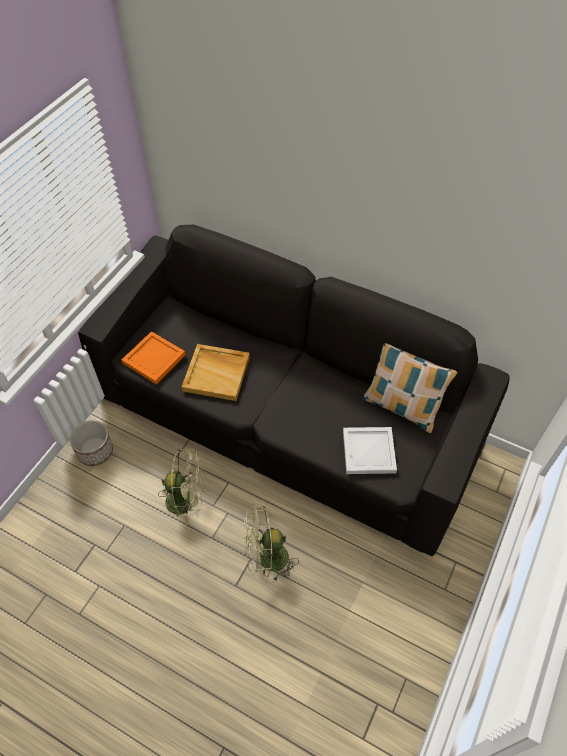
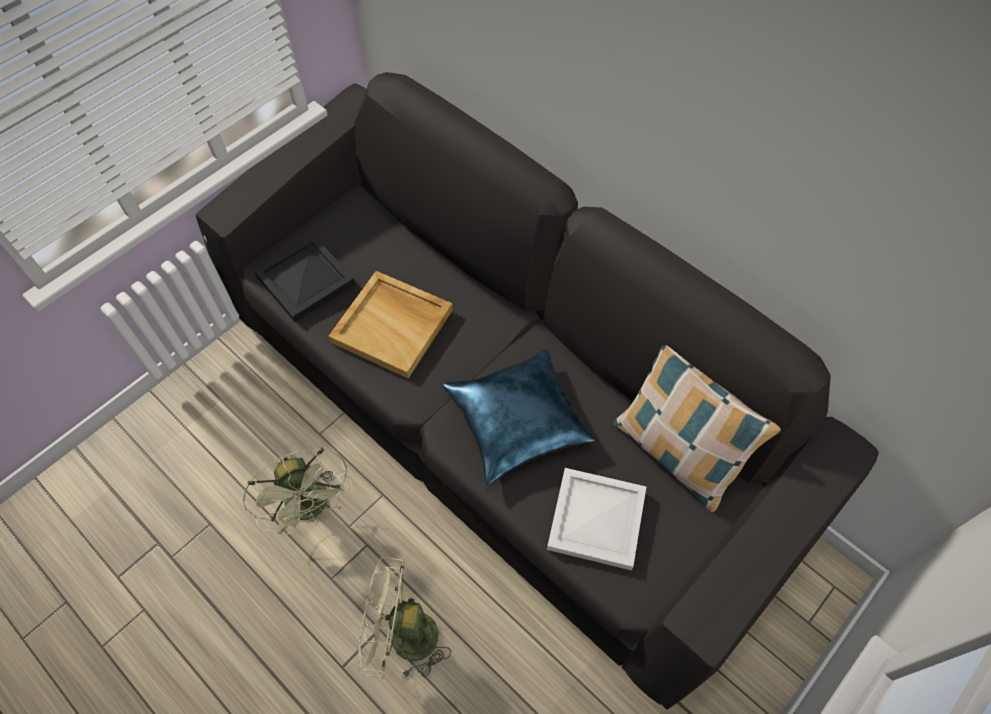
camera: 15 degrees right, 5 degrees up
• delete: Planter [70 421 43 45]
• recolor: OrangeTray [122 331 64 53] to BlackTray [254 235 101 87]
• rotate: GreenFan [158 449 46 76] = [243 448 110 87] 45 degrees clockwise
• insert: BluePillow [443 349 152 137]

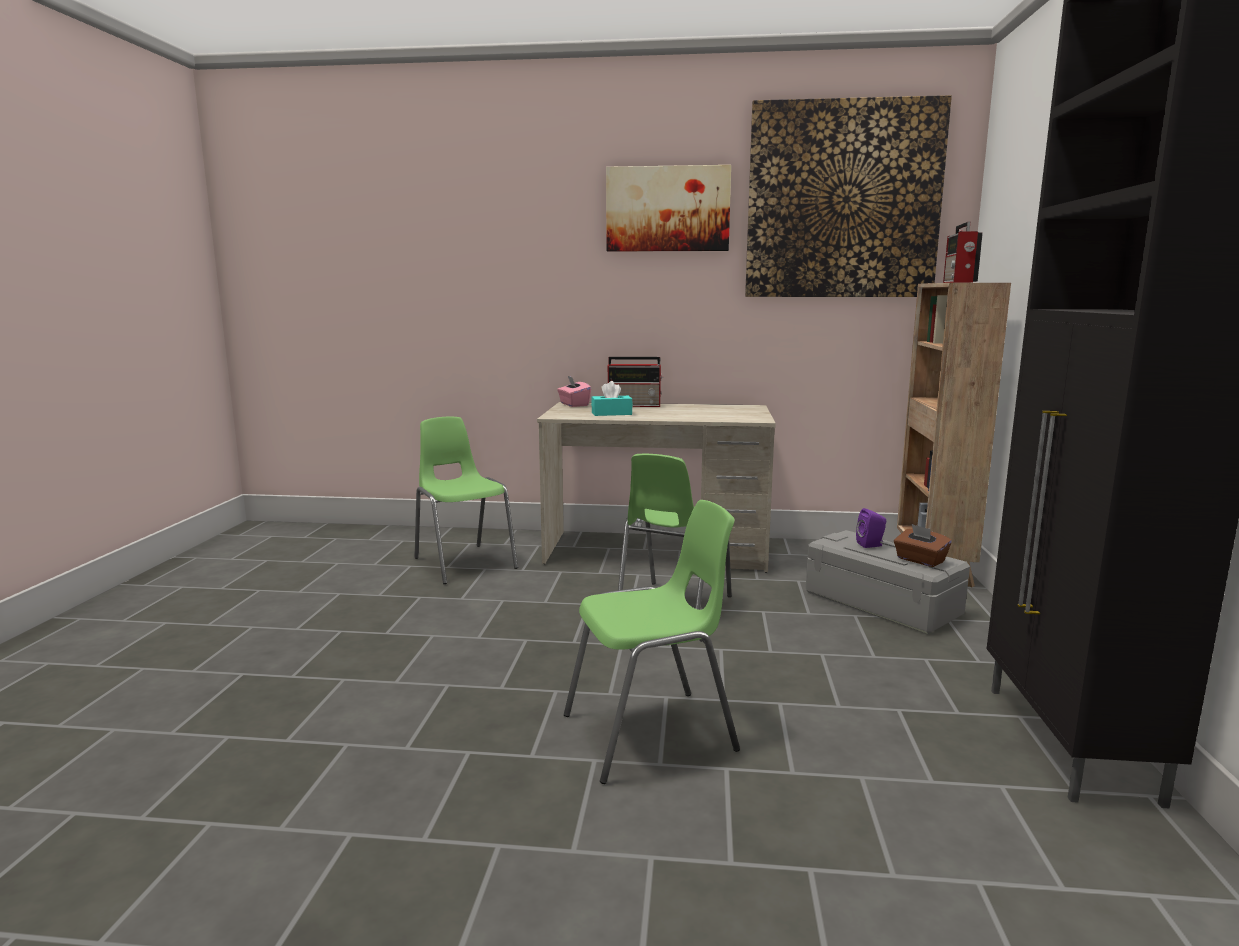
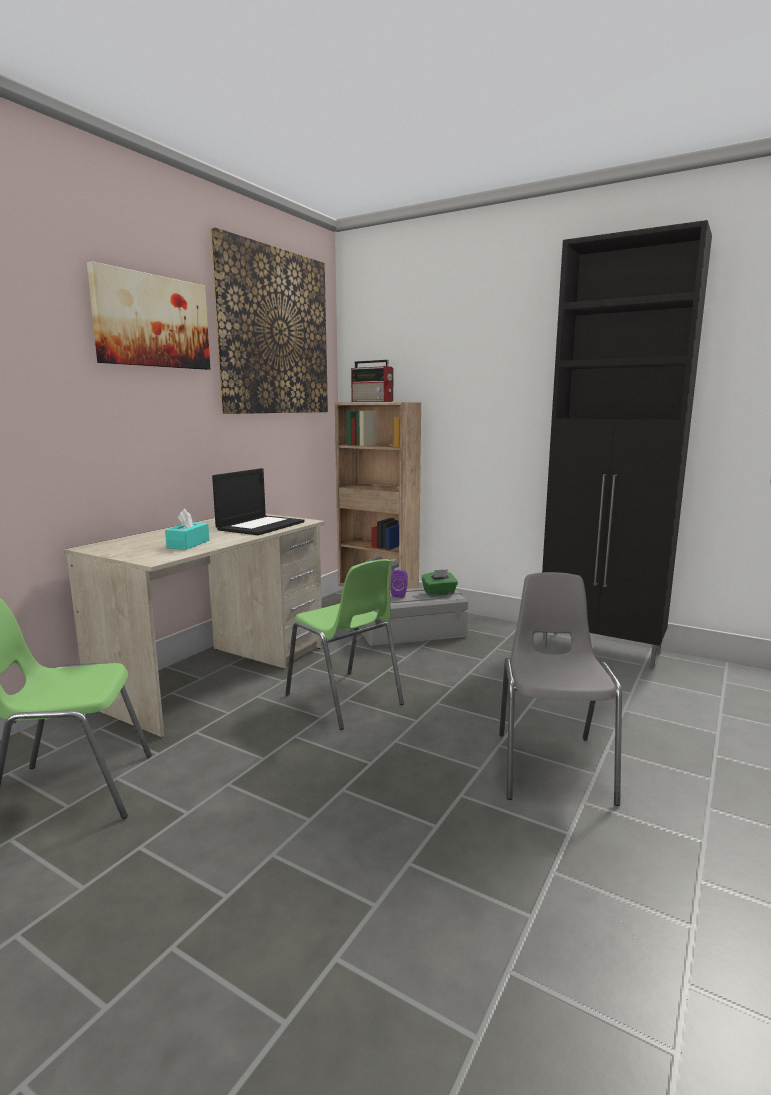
camera: 65 degrees left, 0 degrees up
• delete: PinkTissueBox [557 376 34 31]
• recolor: GreenChair [564 500 176 284] to GreyChair [499 572 123 234]
• delete: Radio [608 357 55 50]
• recolor: BrownTissueBox [894 524 58 43] to GreenTissueBox [421 569 37 27]
• insert: Laptop [212 468 92 67]

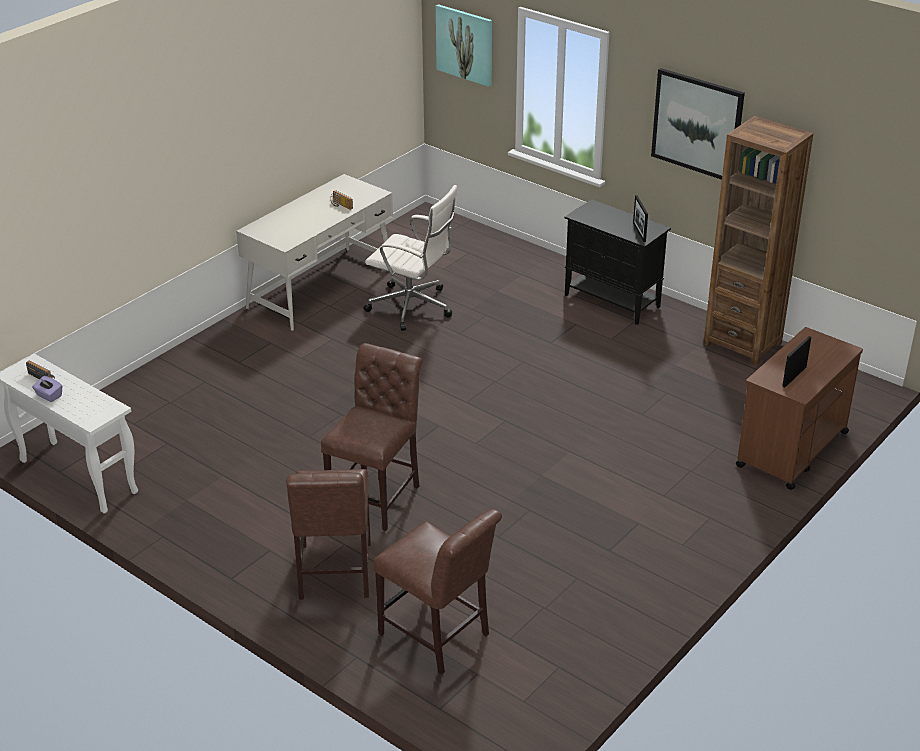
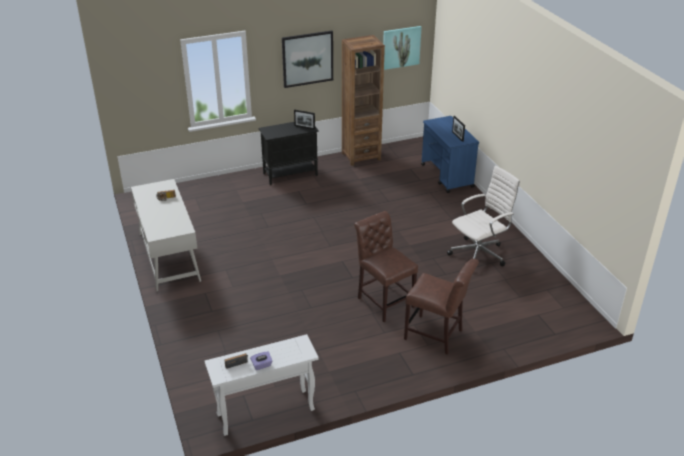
camera: 60 degrees left, 0 degrees up
• move: WhiteOfficeChair [363 185 95 146] to [447 166 73 100]
• delete: BrownChair [373 509 129 165]
• move: Picture [436 4 56 83] to [383 26 39 44]
• recolor: BrownCart [736 327 127 163] to BlueCart [421 116 58 77]

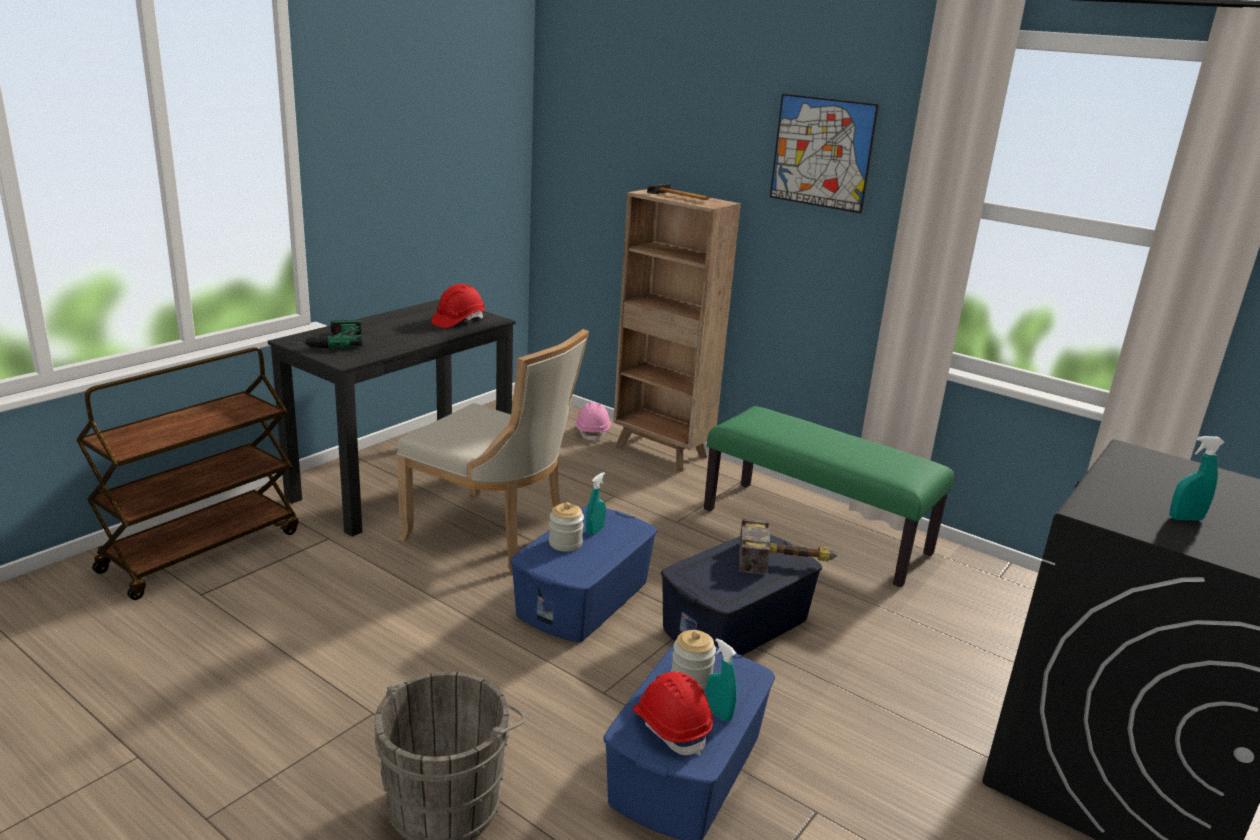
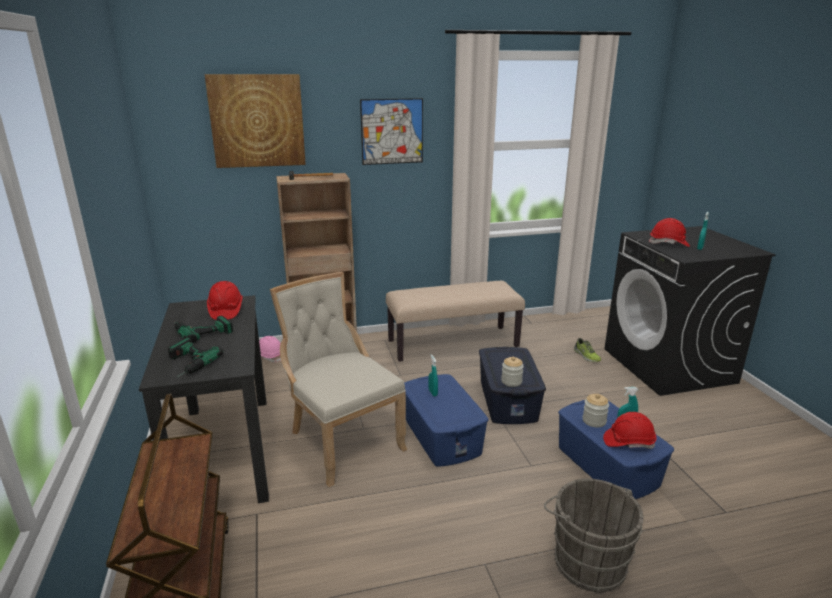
camera: 50 degrees left, 0 degrees up
• rotate: BeigeChair [396 329 193 244] = [270 272 137 215] 105 degrees counterclockwise
• move: Jar [549 502 35 50] to [501 357 23 30]
• recolor: GreenBench [704 406 250 181] to BeigeBench [386 281 139 81]
• delete: Hammer [739 518 98 57]
• insert: PowerDrill [175 316 58 27]
• insert: Picture [205 74 101 94]
• insert: Shoe [574 338 27 24]
• insert: RedHardHat [648 218 42 29]

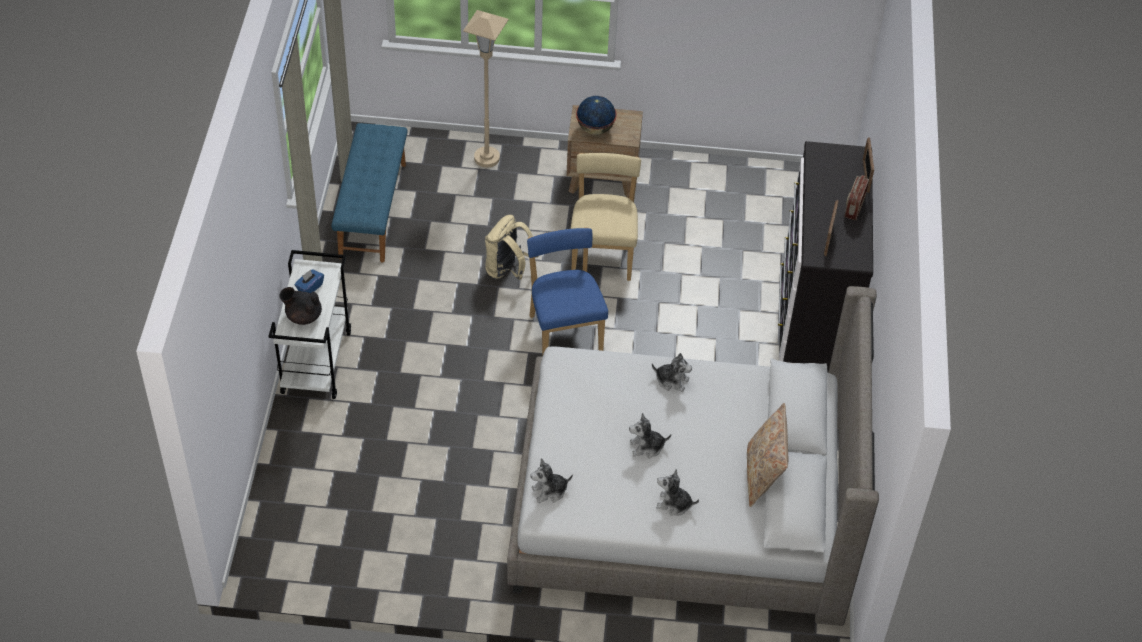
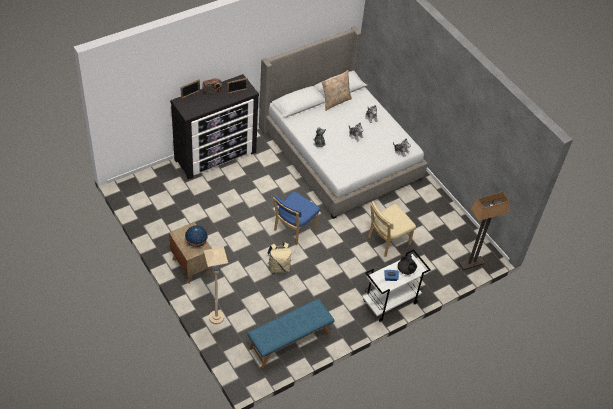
camera: 130 degrees left, 0 degrees up
• move: BeigeChair [571 153 70 128] to [368 201 48 56]
• insert: FloorLamp [459 192 51 79]

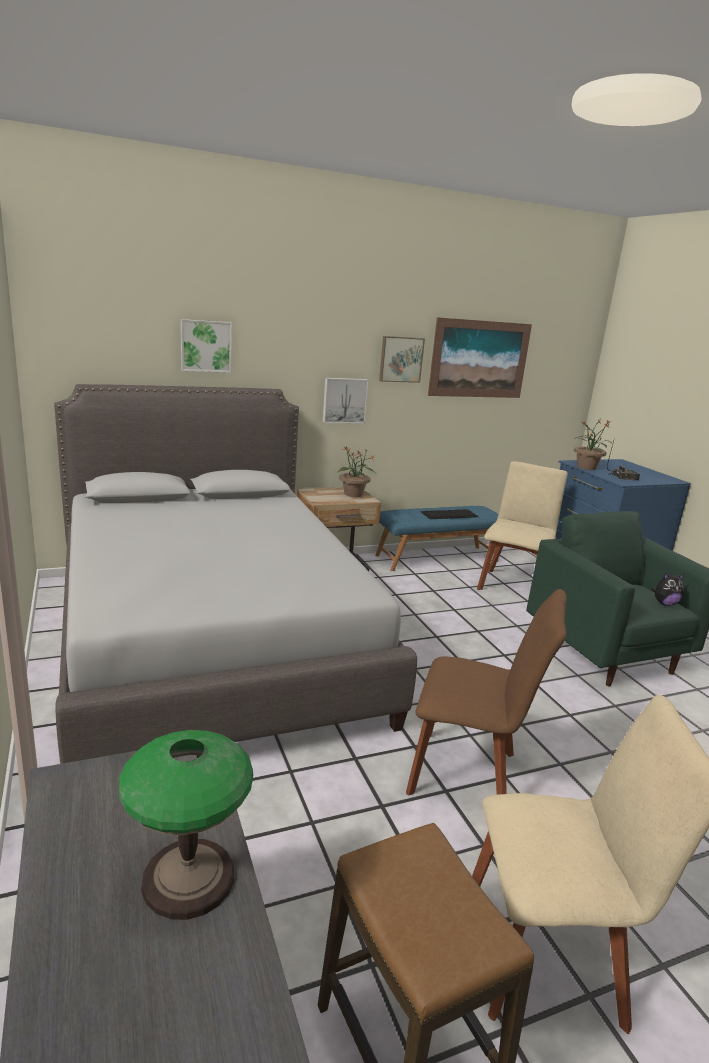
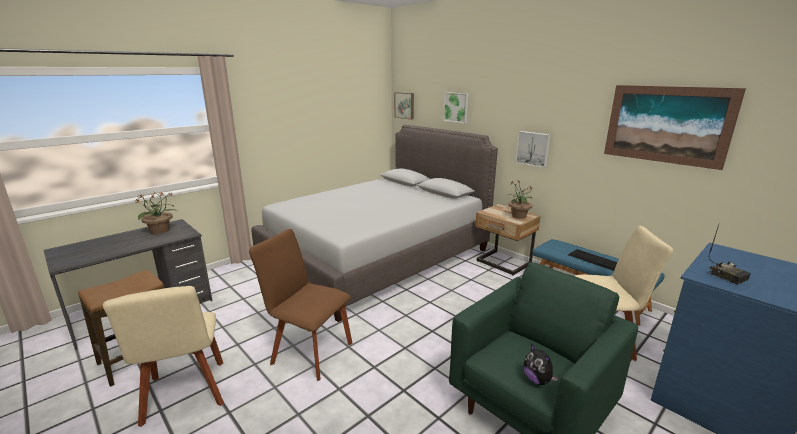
camera: 70 degrees right, 0 degrees up
• delete: TableLamp [119 730 134 190]
• move: Picture [379 336 46 47] to [394 92 20 28]
• rotate: BrownChair [406 589 161 206] = [249 229 103 152] 120 degrees clockwise
• move: PottedPlant [574 419 38 51] to [135 192 42 42]

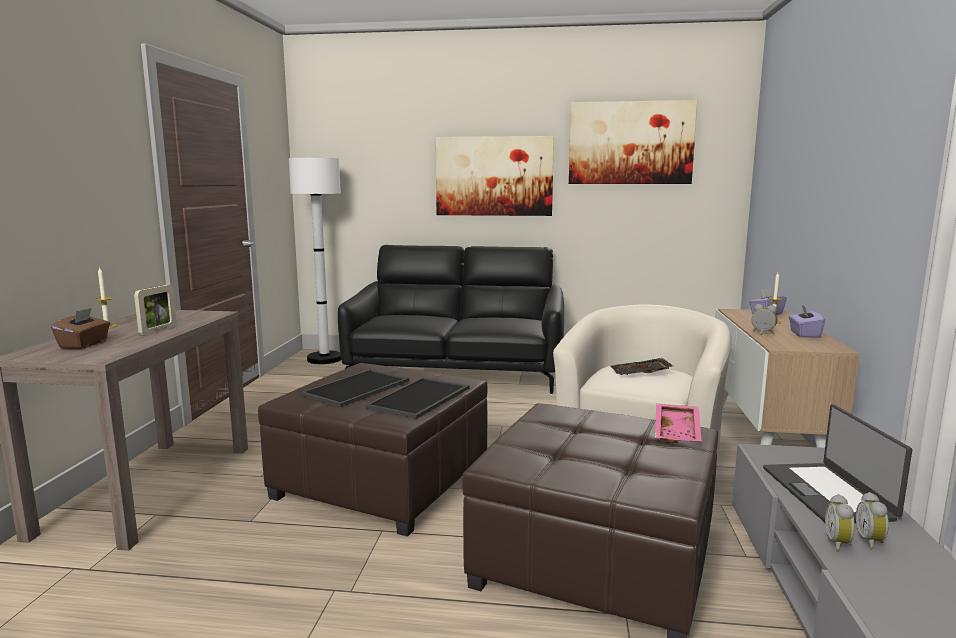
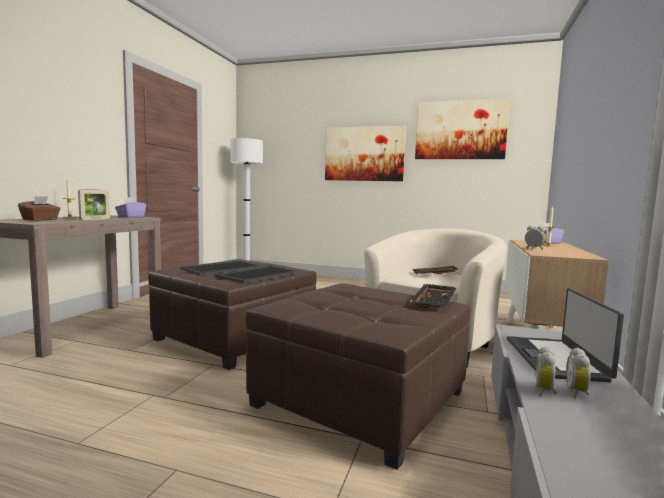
camera: 10 degrees right, 5 degrees down
• delete: BlackSofa [338 245 226 149]
• recolor: PinkTray [655 404 47 39] to BlackTray [410 284 47 24]
• move: PurpleTissueBox [789 305 36 33] to [115 197 31 21]

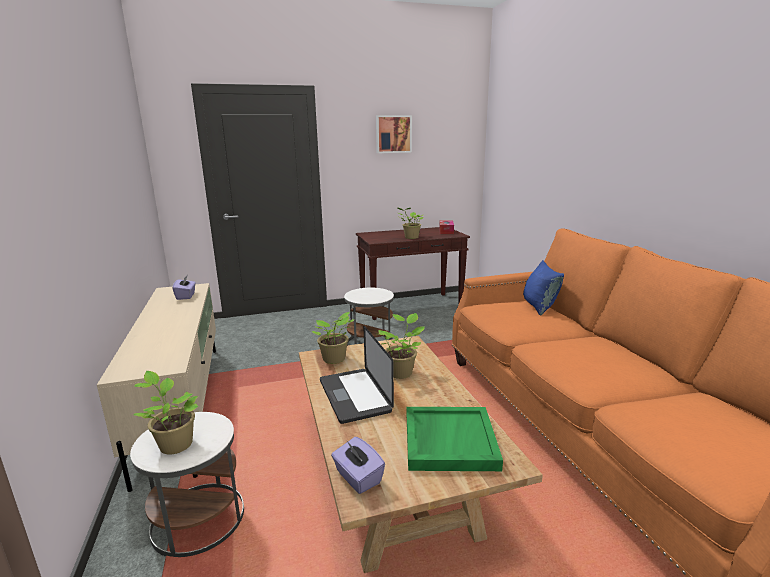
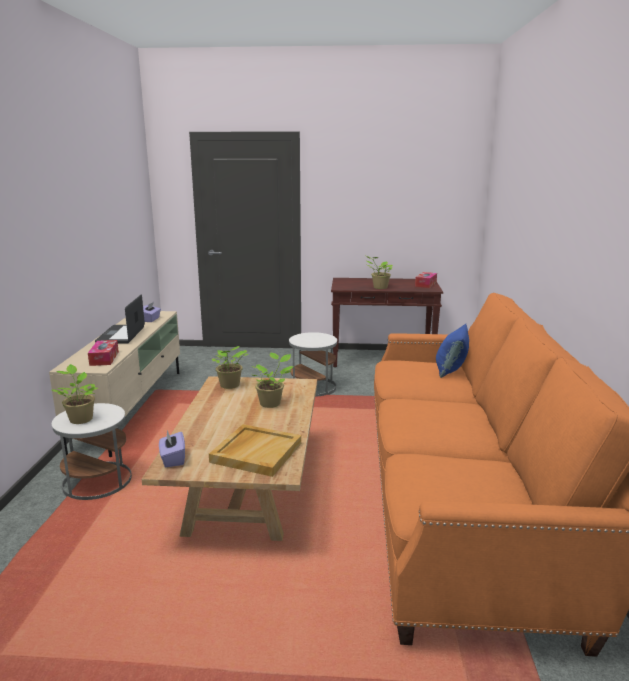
camera: 20 degrees right, 0 degrees up
• move: Laptop [320 326 74 98] to [95 295 50 49]
• delete: Picture [376 115 36 38]
• recolor: GreenTray [407 407 96 64] to BeigeTray [209 424 92 53]
• insert: TissueBox [88 340 31 26]

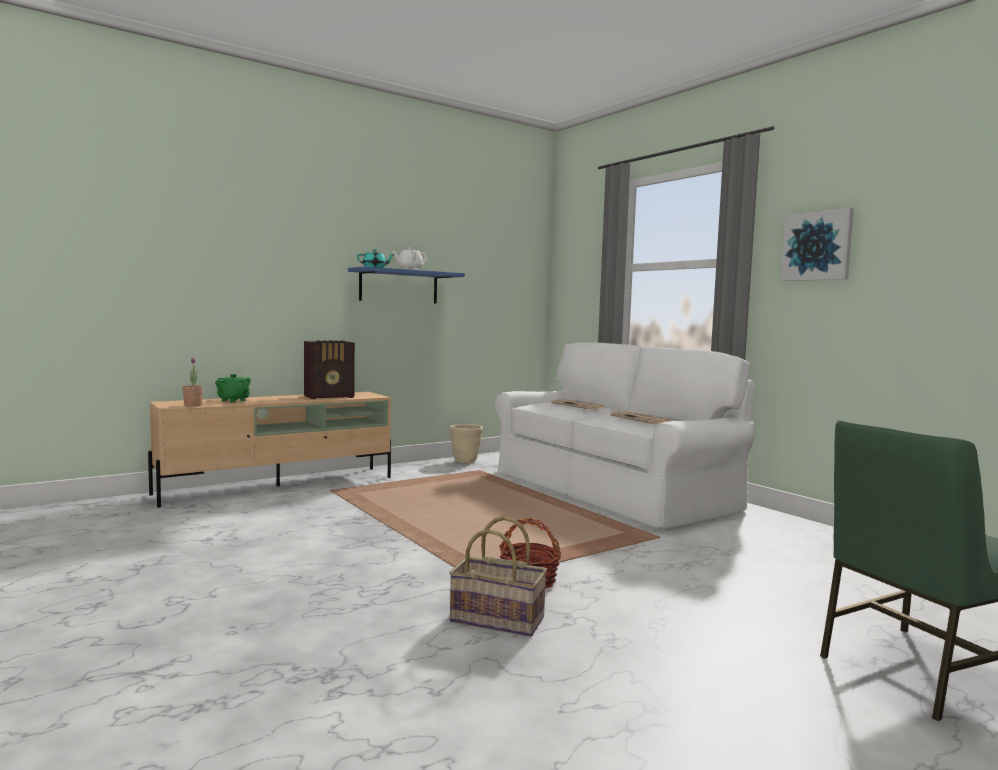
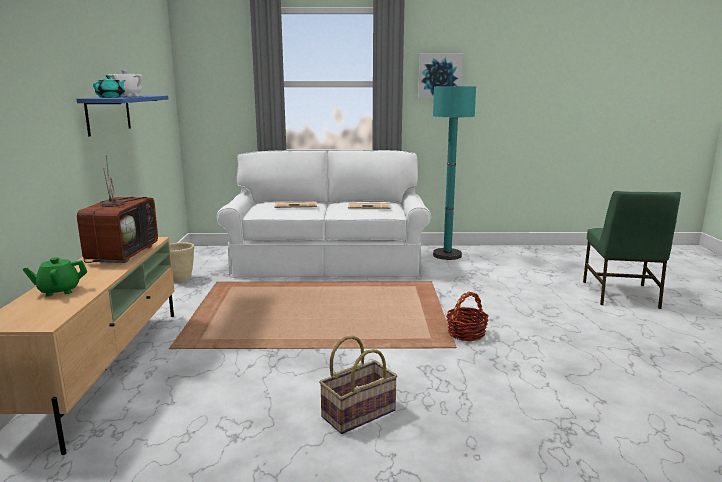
camera: 55 degrees left, 10 degrees up
• delete: PottedPlant [182 357 21 50]
• replace: Radio [304 340 51 59] to Television [77 155 81 108]
• move: Basket [449 516 98 121] to [319 335 78 99]
• insert: TurquoiseFloorLamp [433 86 43 174]

